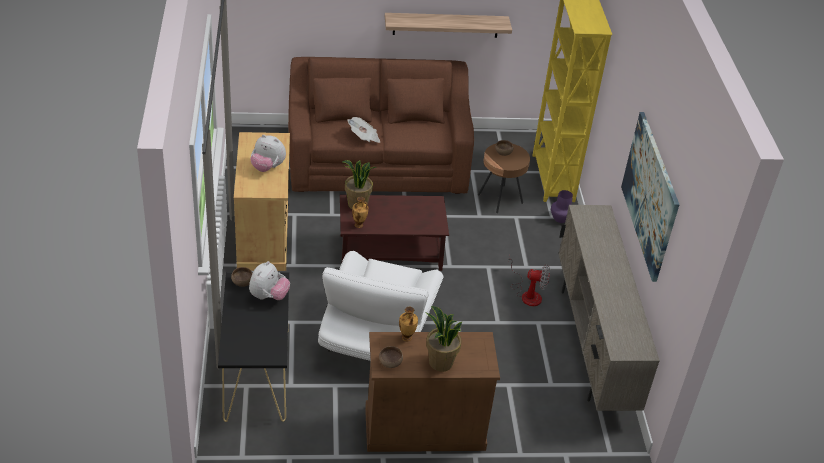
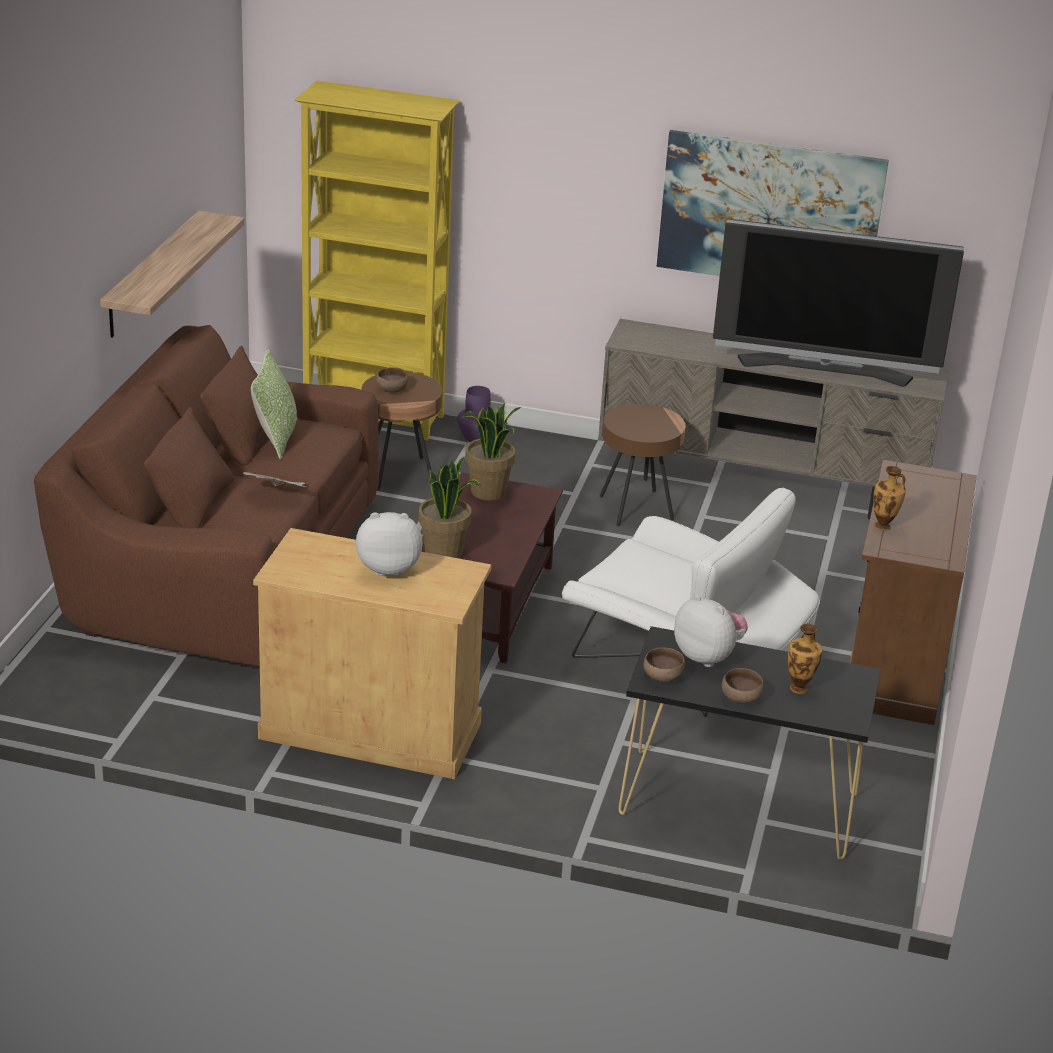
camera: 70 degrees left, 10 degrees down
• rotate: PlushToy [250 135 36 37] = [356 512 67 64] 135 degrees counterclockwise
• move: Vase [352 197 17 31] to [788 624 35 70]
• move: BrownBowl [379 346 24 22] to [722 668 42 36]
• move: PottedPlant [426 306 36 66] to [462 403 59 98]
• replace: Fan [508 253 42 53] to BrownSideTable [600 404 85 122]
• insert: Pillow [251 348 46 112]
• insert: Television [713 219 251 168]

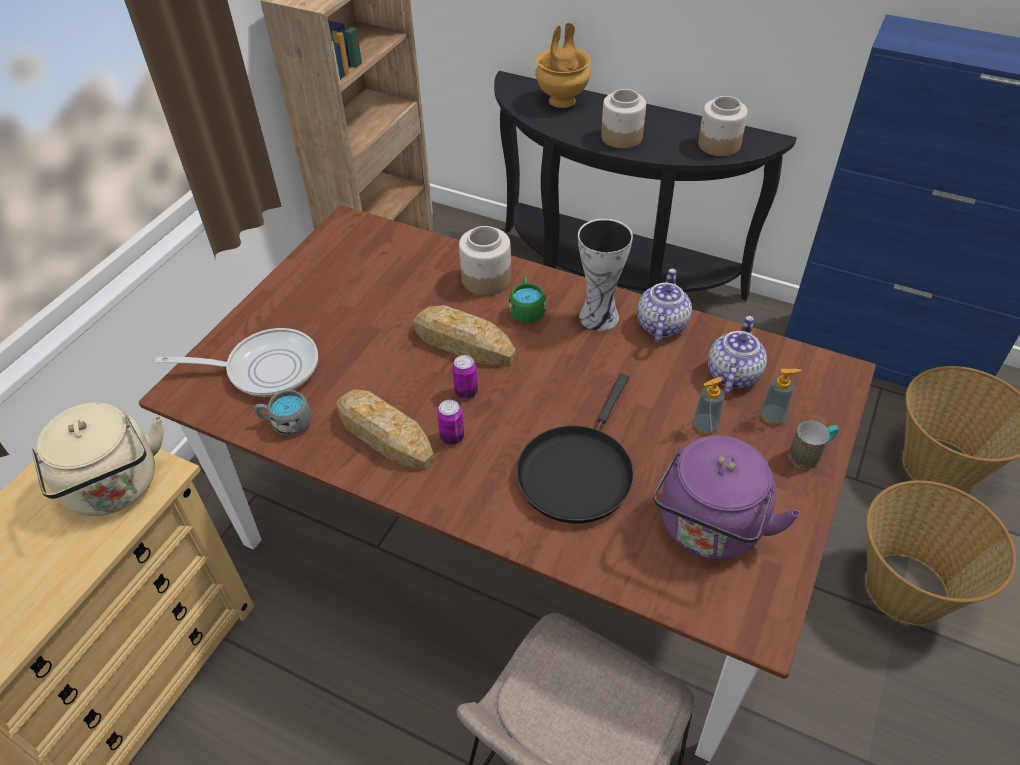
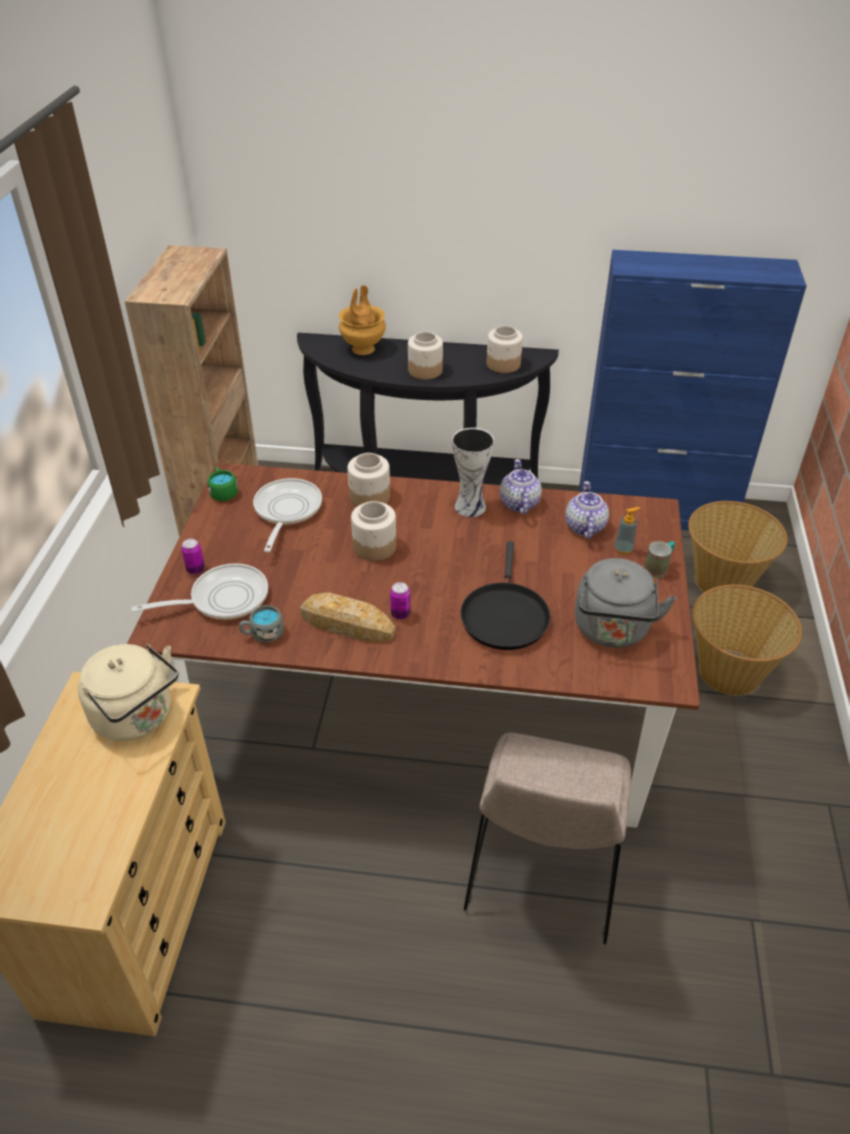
camera: 20 degrees left, 5 degrees down
• replace: Bread [413 305 103 61] to Jar [351 501 46 60]
• move: Can [452 355 26 44] to [181 539 24 36]
• move: GreenMug [509 277 37 46] to [208 467 30 34]
• recolor: PurpleKettle [653 435 147 125] to GreyKettle [575 558 101 90]
• delete: SoapDispenser [693 377 31 58]
• insert: FryingPan [253 478 69 74]

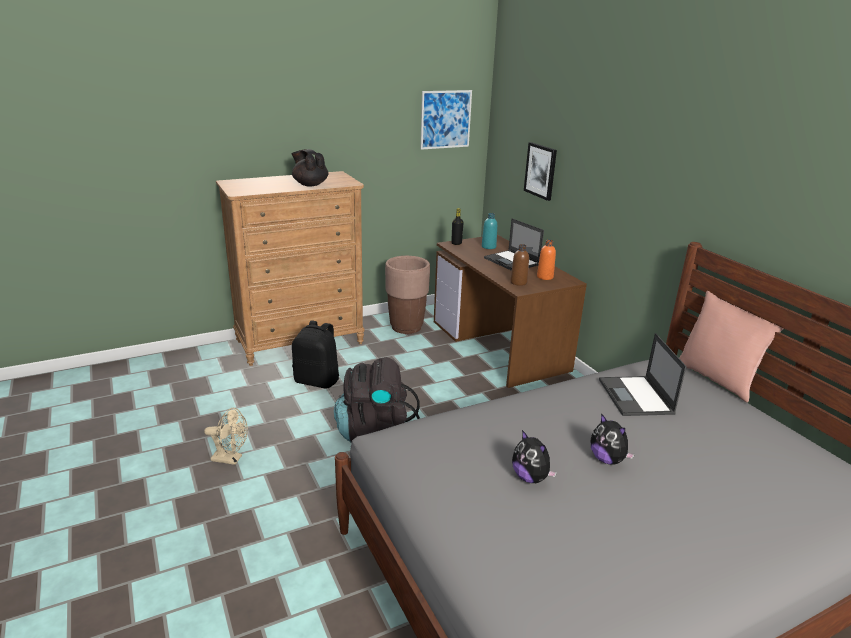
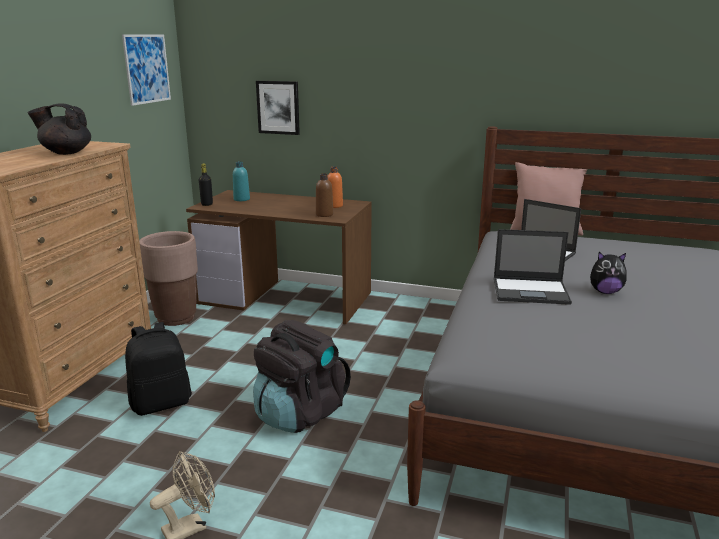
camera: 45 degrees left, 5 degrees down
• move: Laptop [484 218 60 53] to [494 229 78 76]
• delete: PlushToy [512 430 45 53]

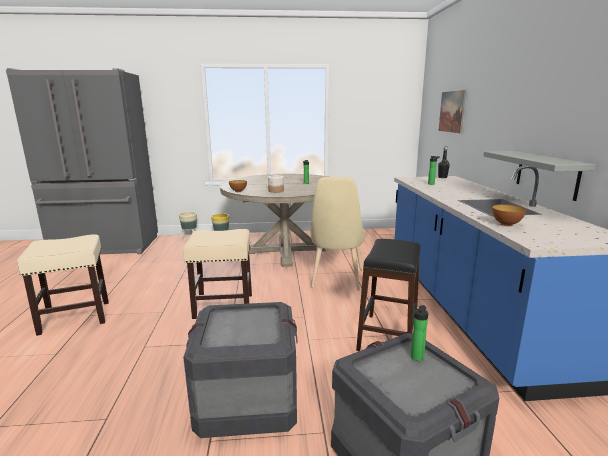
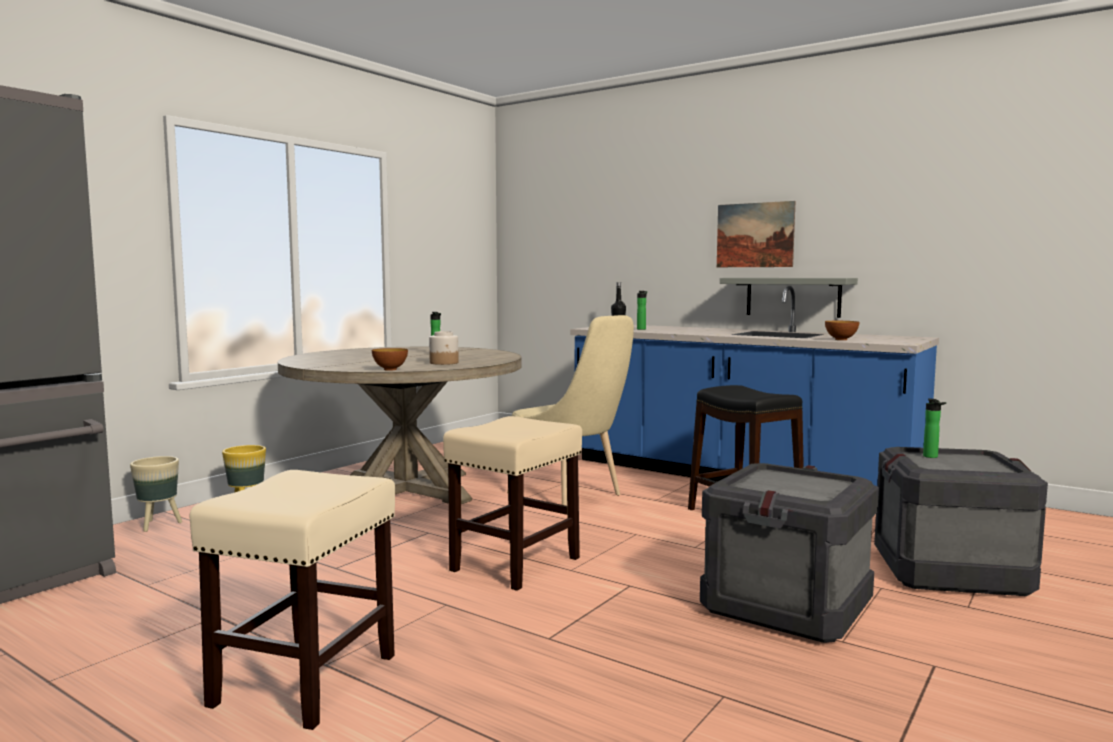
camera: 50 degrees left, 10 degrees down
• move: Picture [439 90 27 43] to [717 201 79 66]

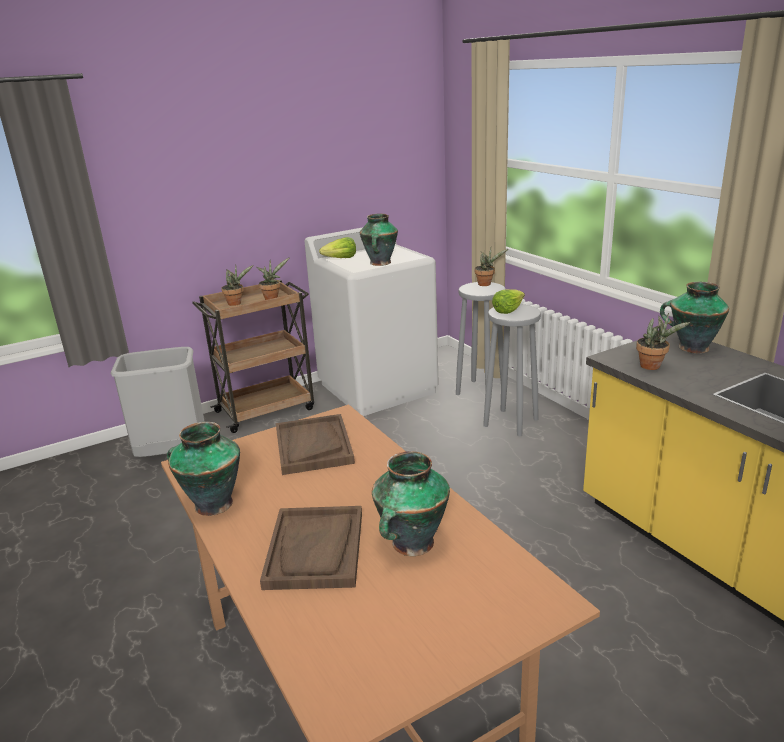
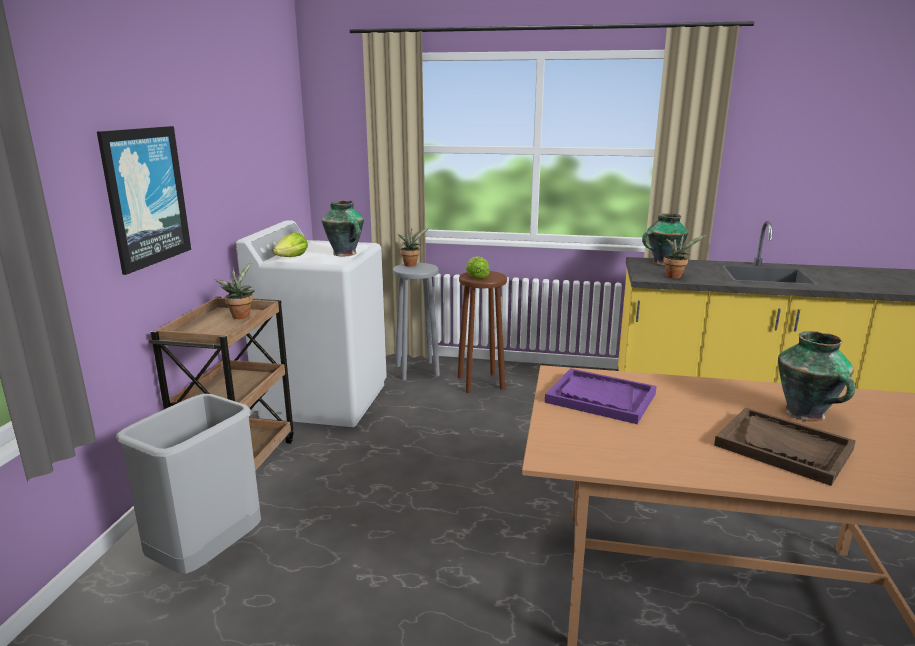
camera: 50 degrees left, 5 degrees down
• delete: Vase [167 422 73 94]
• delete: PottedPlant [221 264 32 42]
• recolor: BrownTray [276 414 79 61] to PurpleTray [545 368 111 56]
• recolor: GreyStool [483 304 58 132] to BrownStool [458 271 49 122]
• insert: Picture [97 126 94 149]

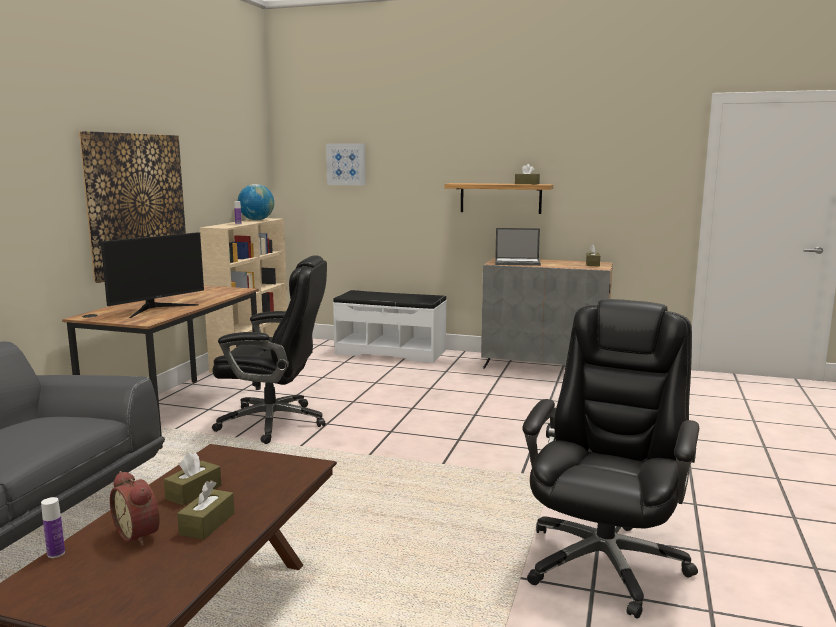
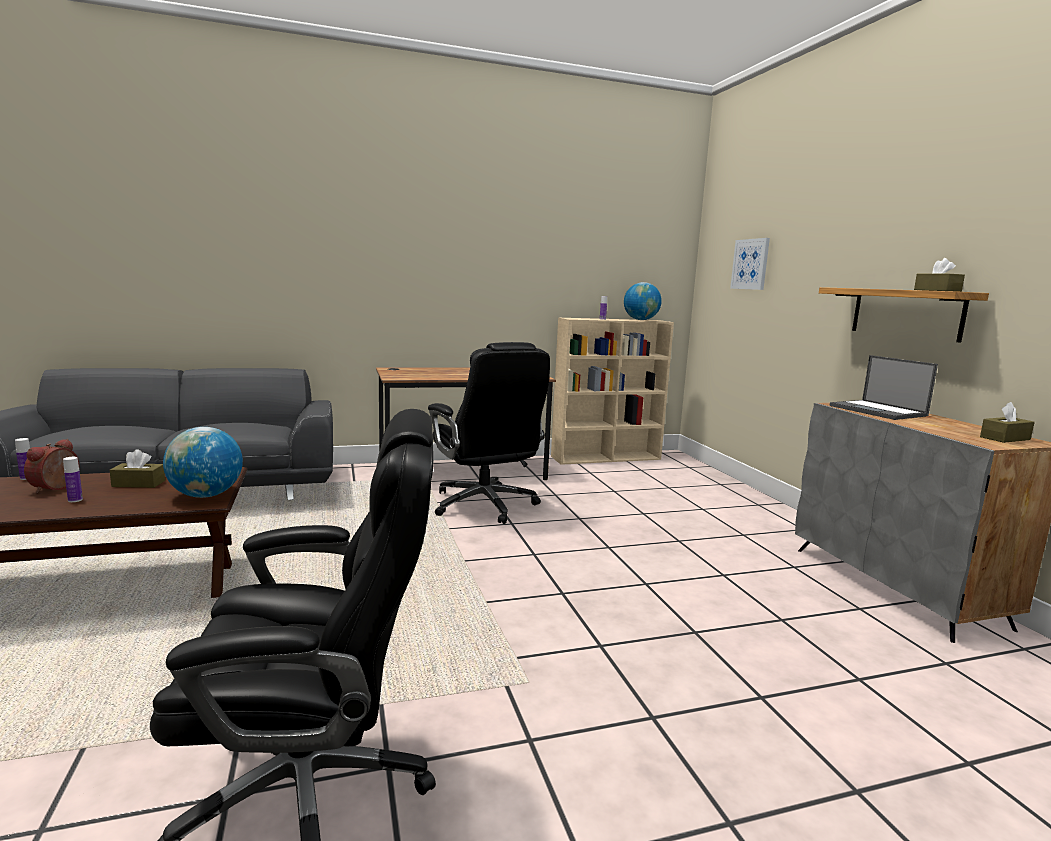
camera: 55 degrees right, 0 degrees up
• delete: Picture [79 131 107 152]
• delete: Monitor [101 232 103 86]
• replace: BrownTissueBox [177 480 58 60] to Bottle [63 457 20 45]
• delete: WhiteBench [333 290 114 73]
• insert: Globe [163 427 80 71]

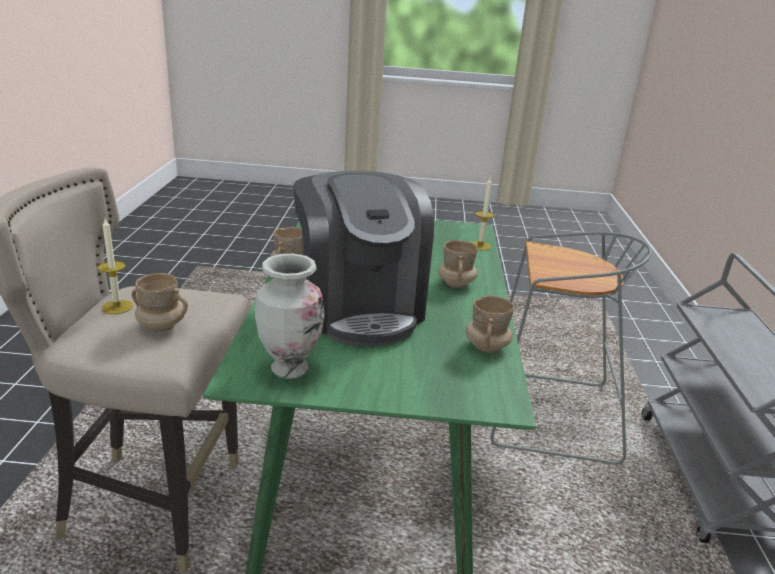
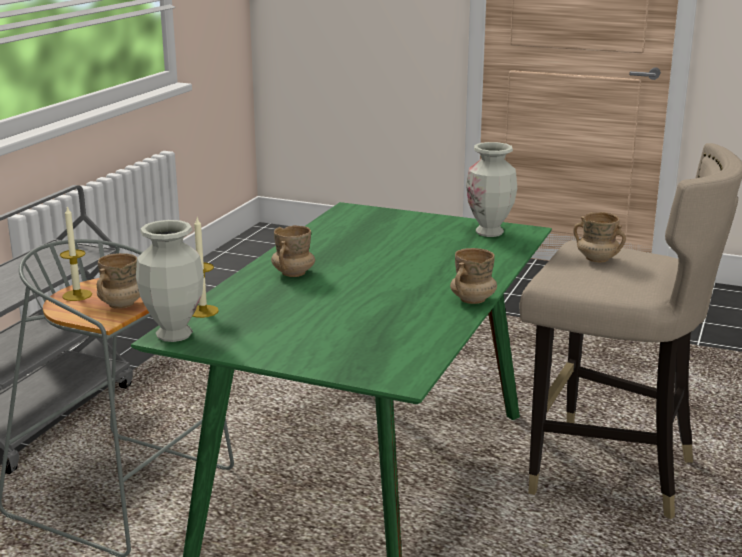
camera: 160 degrees left, 5 degrees down
• move: Candle [98 219 35 95] to [60 206 32 95]
• delete: CoffeeMachine [293 171 141 175]
• move: BeigeMug [465 296 49 57] to [97 253 43 56]
• insert: Vase [136 220 68 122]

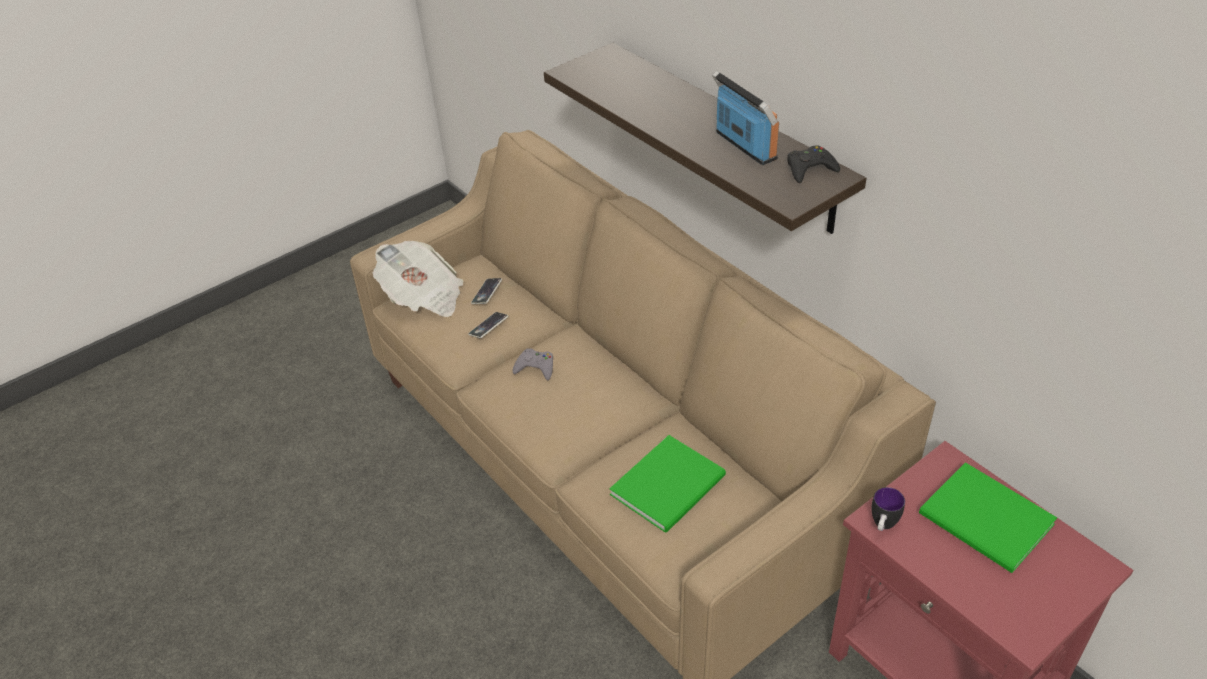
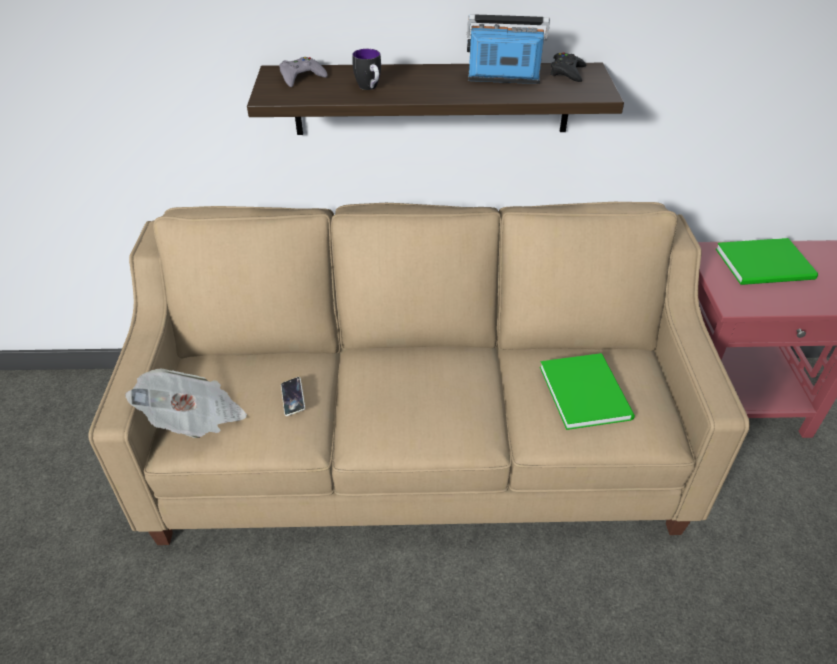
camera: 55 degrees left, 0 degrees up
• delete: Phone [471 278 31 26]
• move: GreyGameController [513 349 40 32] to [279 57 49 30]
• move: Mug [872 487 33 44] to [352 49 29 41]

